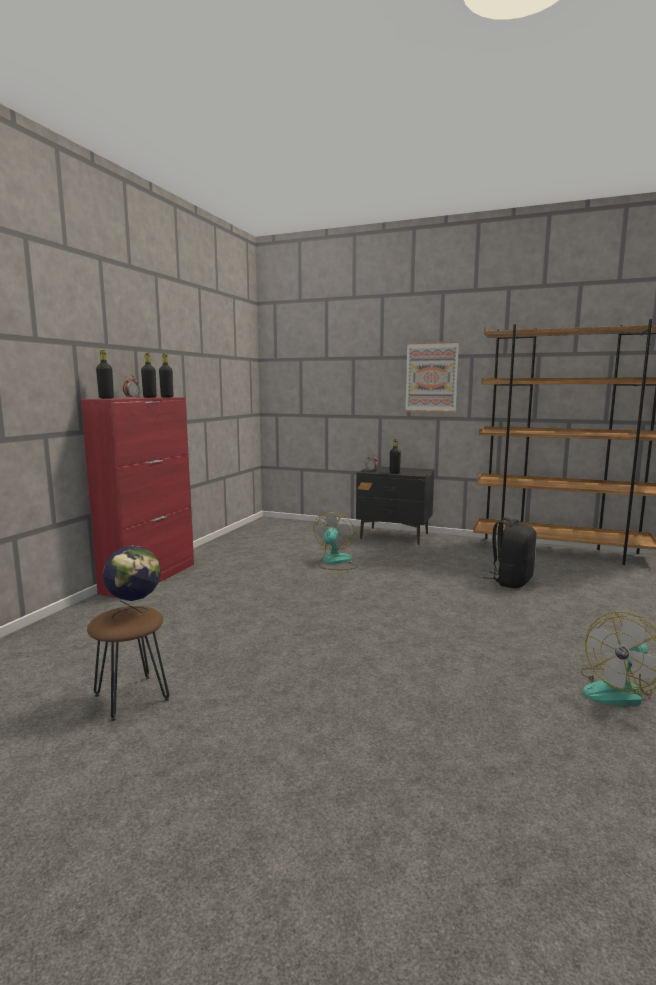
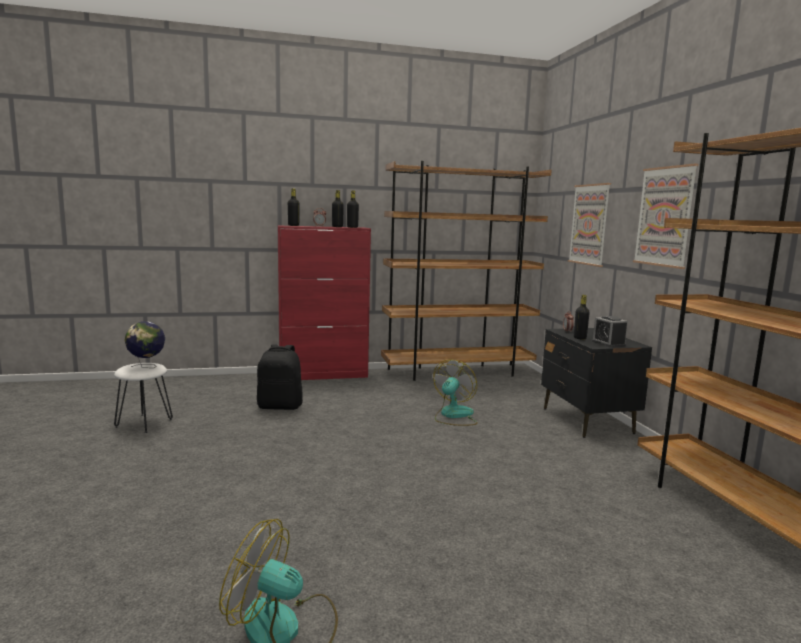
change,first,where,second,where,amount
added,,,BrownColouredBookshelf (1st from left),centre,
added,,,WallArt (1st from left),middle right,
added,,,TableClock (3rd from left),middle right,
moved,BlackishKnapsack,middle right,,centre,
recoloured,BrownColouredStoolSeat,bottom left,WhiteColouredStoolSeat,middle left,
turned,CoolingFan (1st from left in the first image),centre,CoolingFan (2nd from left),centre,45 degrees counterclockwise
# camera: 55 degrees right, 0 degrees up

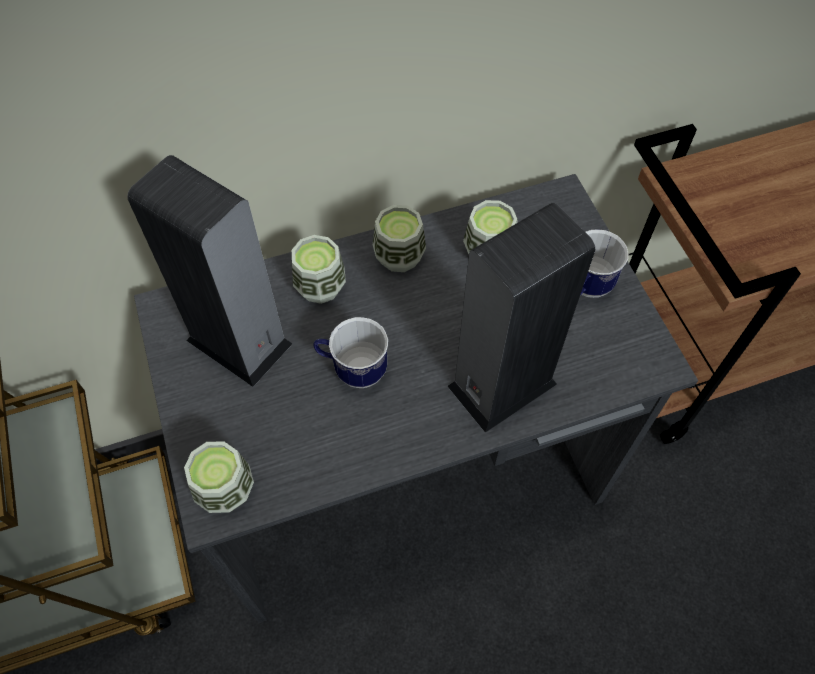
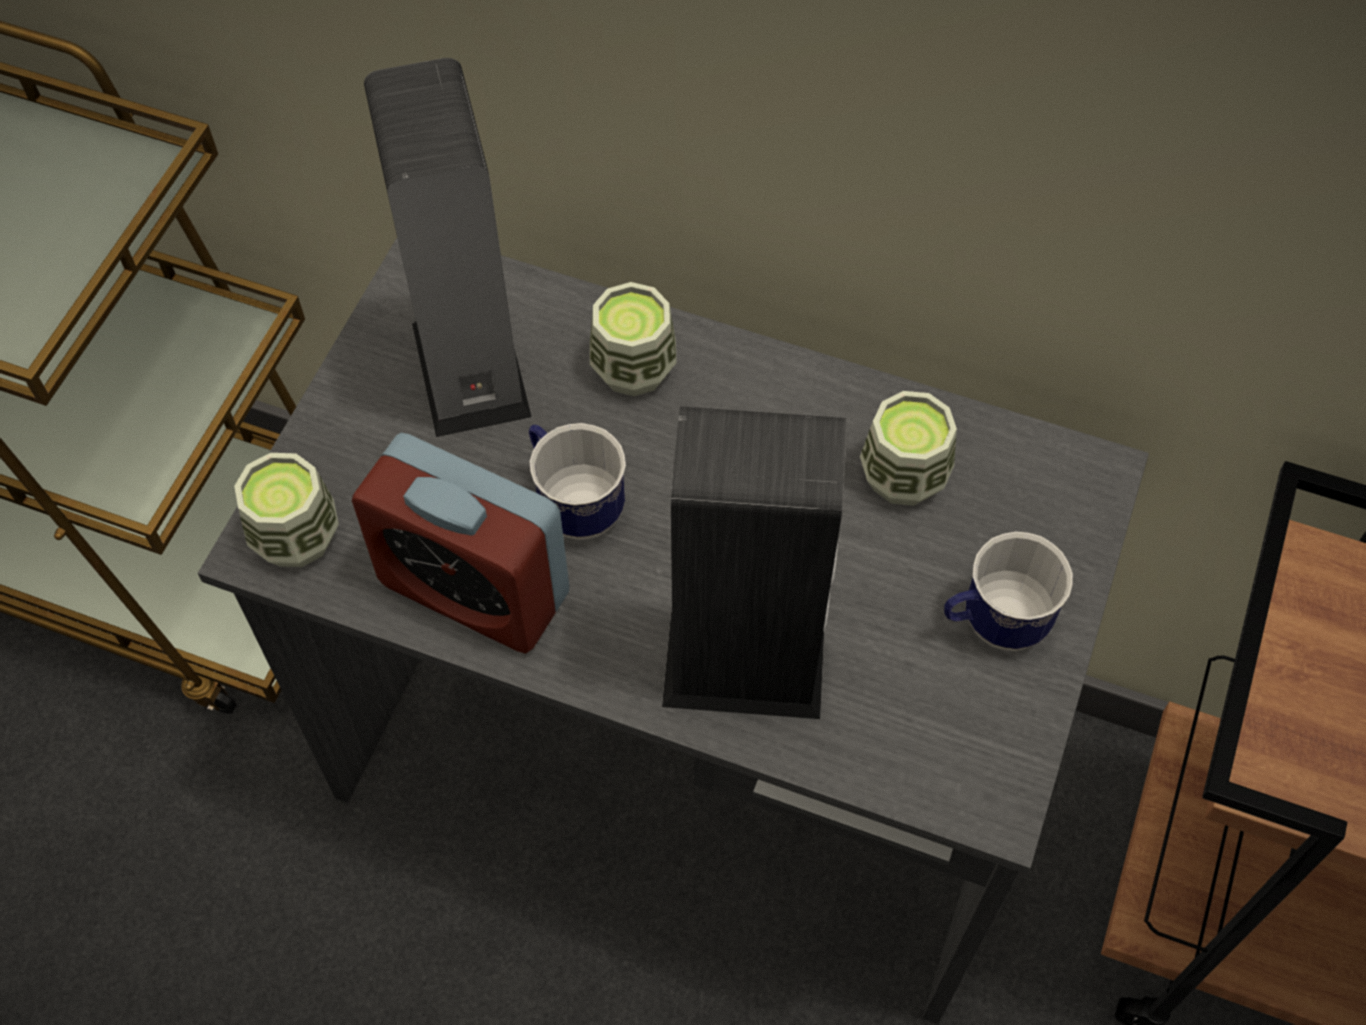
change,first,where,second,where,amount
removed,Cup (3rd from left),centre,,,
added,,,TableClock,centre,
# camera: 40 degrees right, 0 degrees up

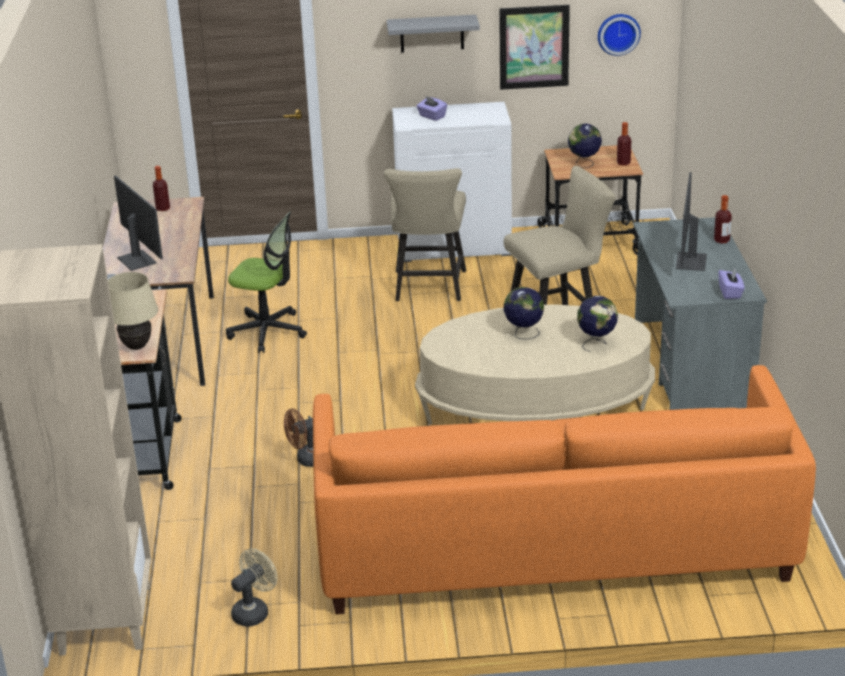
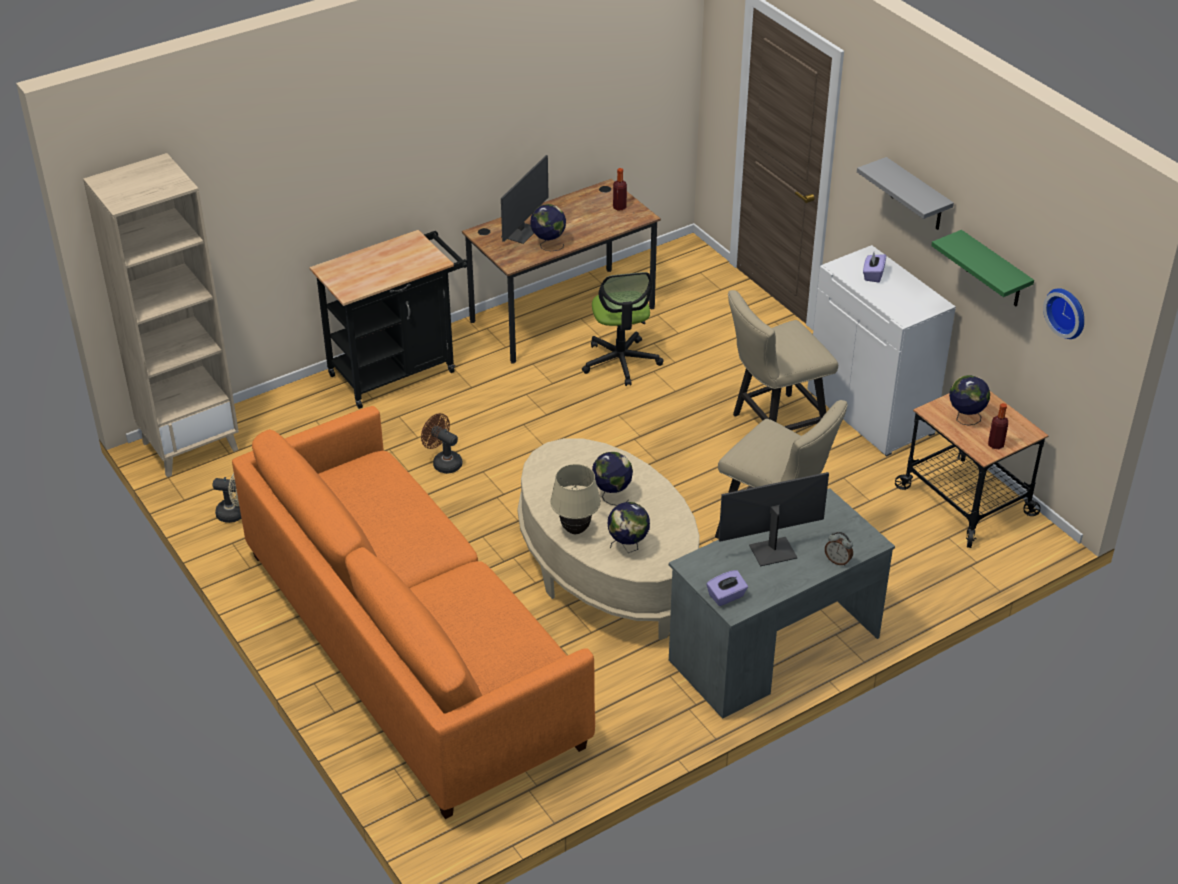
change,first,where,second,where,amount
added,,,DeskGlobe (1st from left),top centre,
moved,BeigeColouredLampForATable,middle left,,centre,
replaced,WallArt,top centre,GreenishShelf,top right,
replaced,DrinkBottle (3rd from left),top right,TableClock,middle right,
# camera: 60 degrees right, 10 degrees up

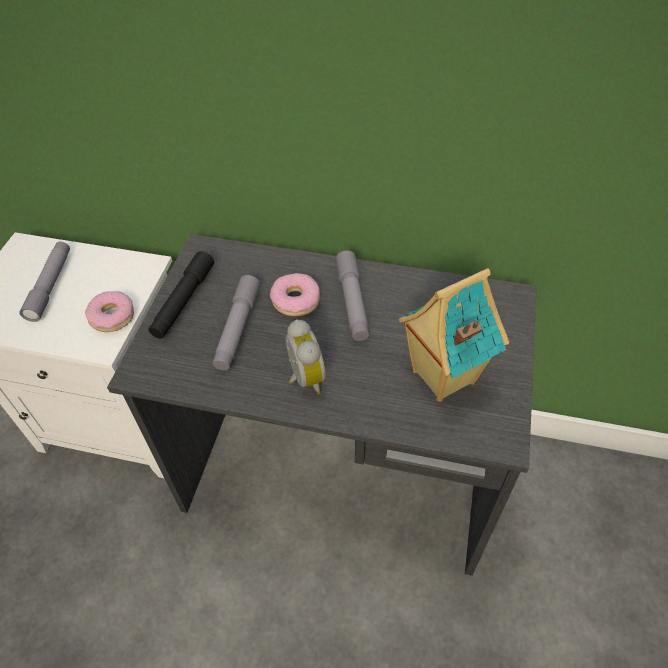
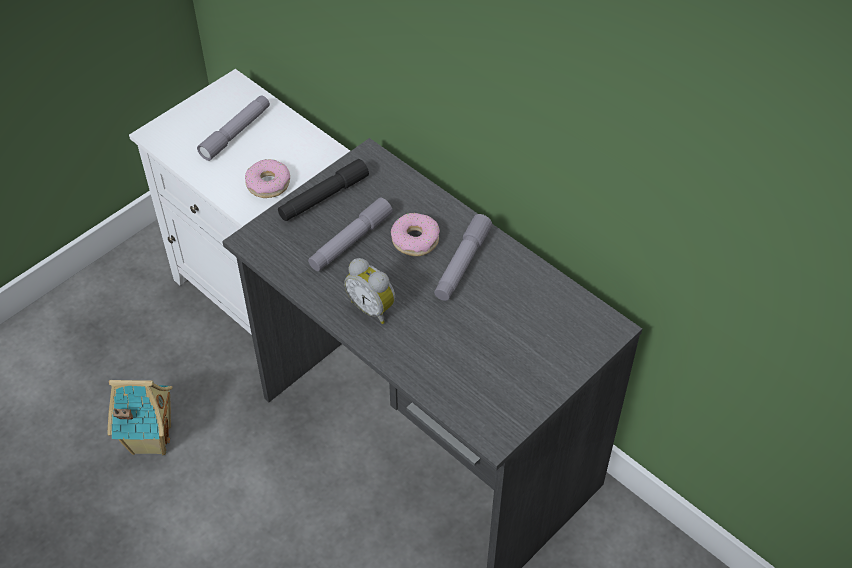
change,first,where,second,where,amount
moved,ToyHouse,middle right,,bottom left,
turned,TableClock,centre,,centre,120 degrees clockwise
# camera: 30 degrees right, 0 degrees up

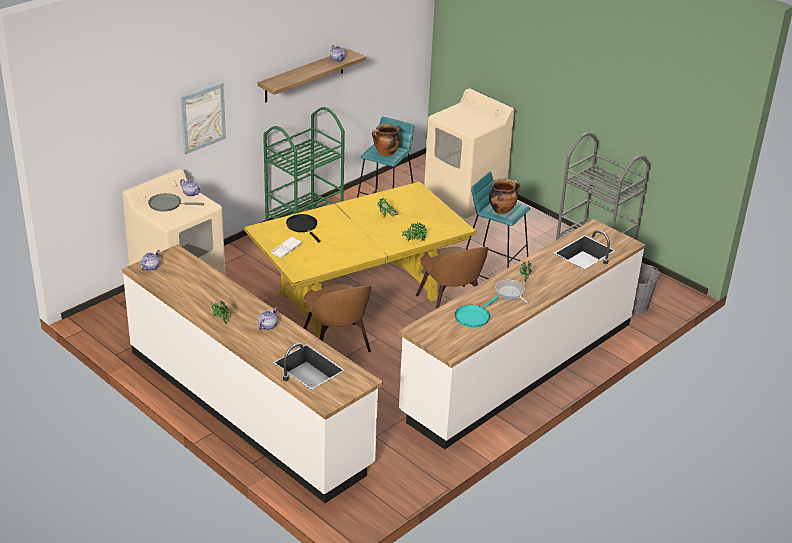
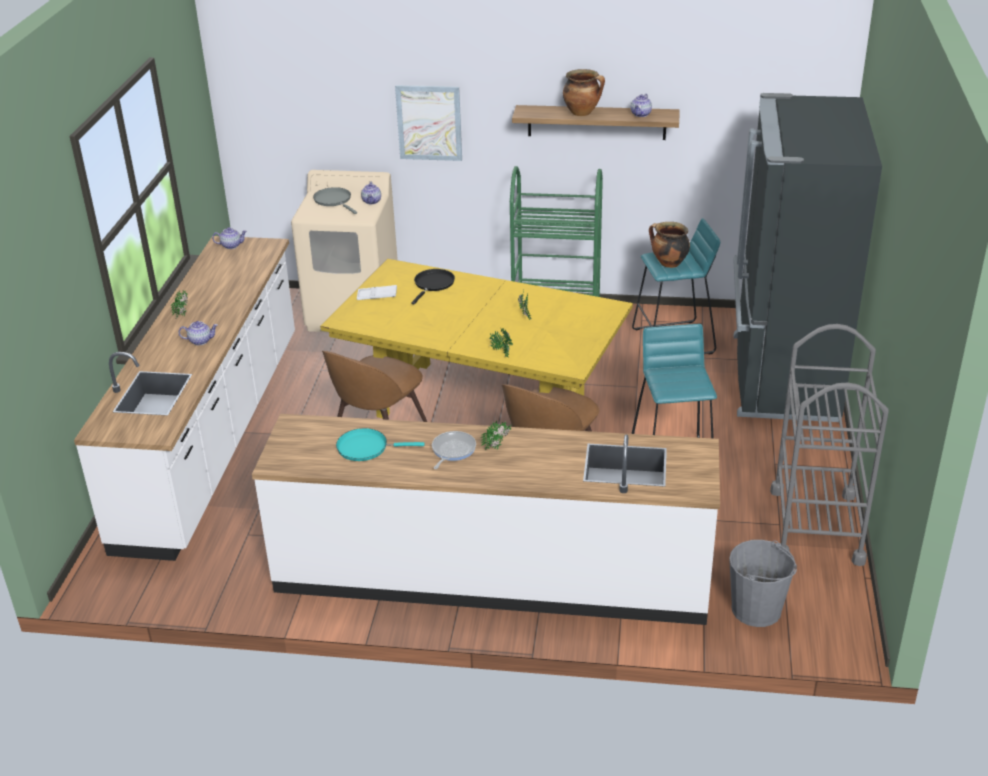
change,first,where,second,where,amount
moved,Stockpot (2nd from left in the first image),centre,Stockpot (1st from left),top centre,
replaced,BeigeColouredLaundryAppliance (2nd from left),top centre,BlackishKitchenFridge,top right,
# camera: 55 degrees right, 0 degrees up

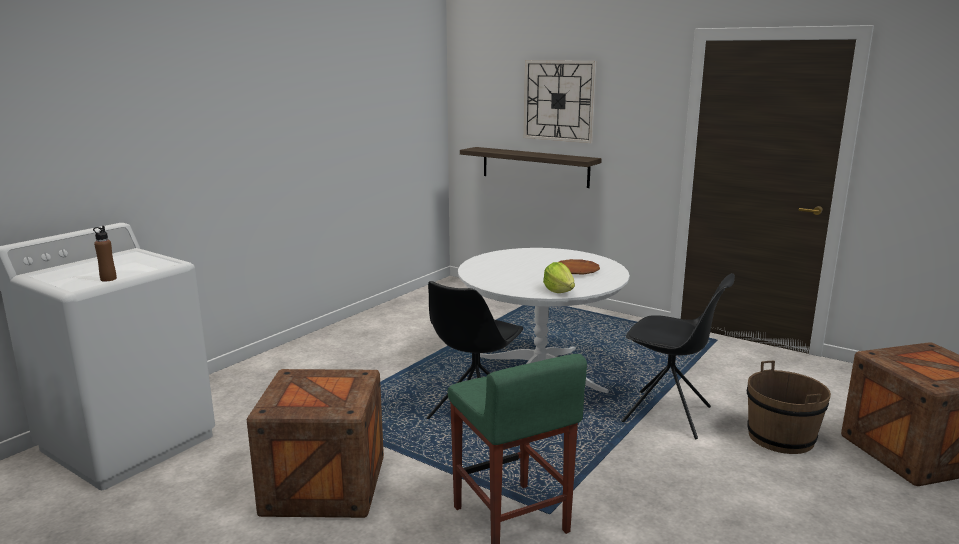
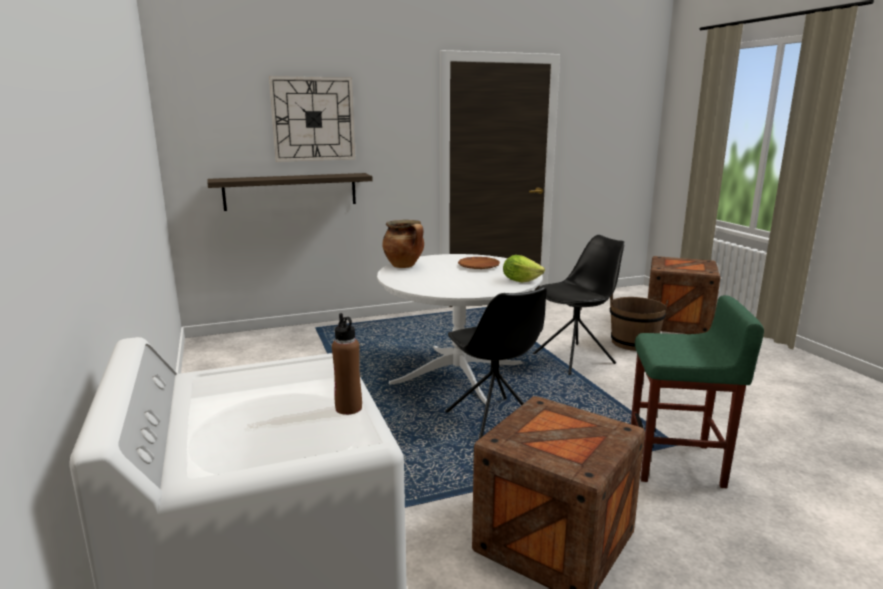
change,first,where,second,where,amount
added,,,Stockpot,centre,
# camera: 55 degrees left, 0 degrees up

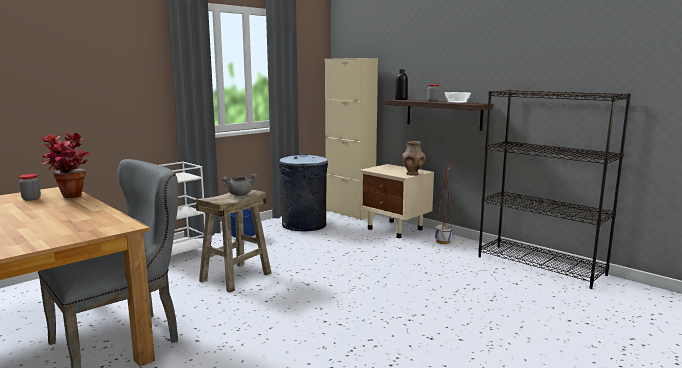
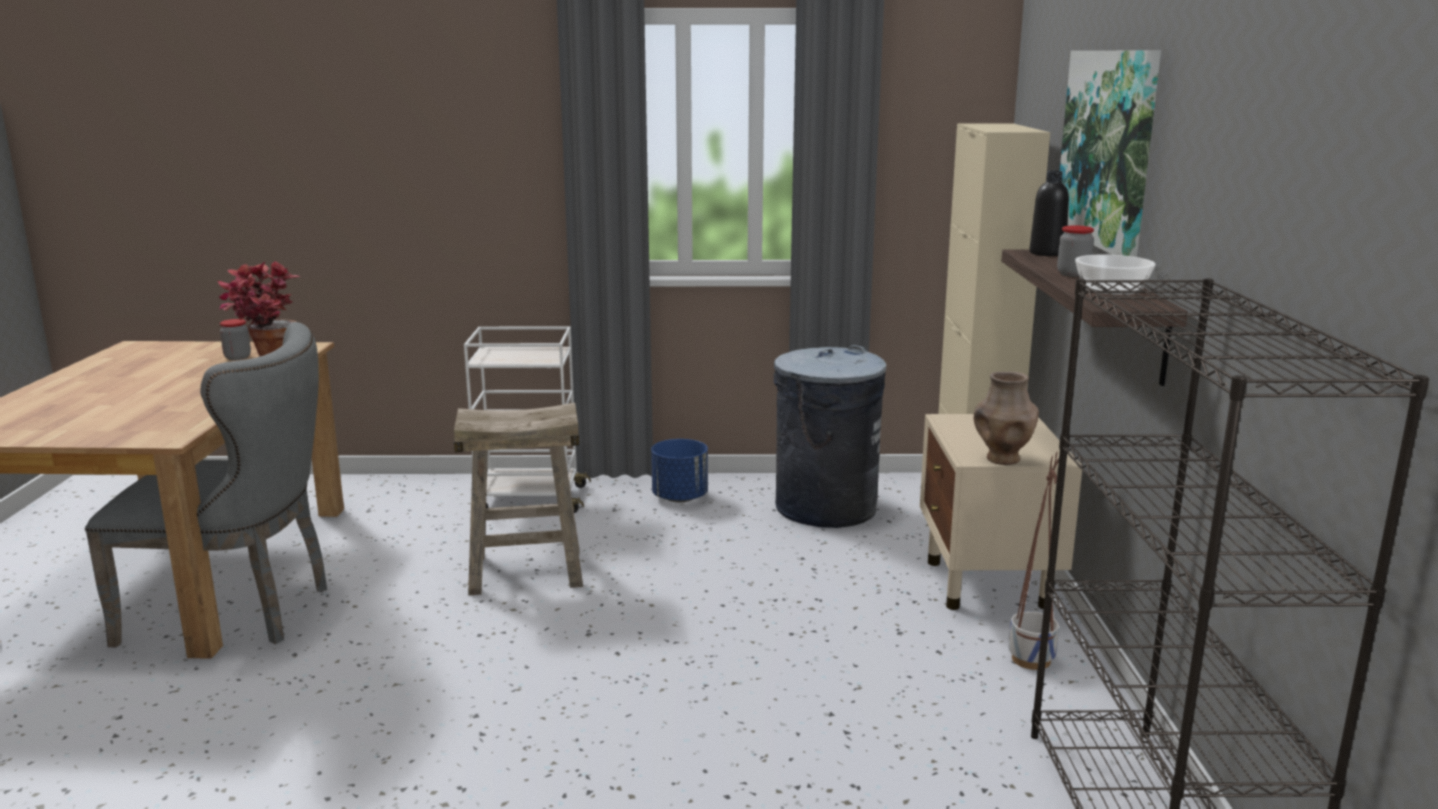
change,first,where,second,where,amount
removed,GreyishStockpot,centre,,,
added,,,WallArt,top right,
# camera: 45 degrees right, 5 degrees up

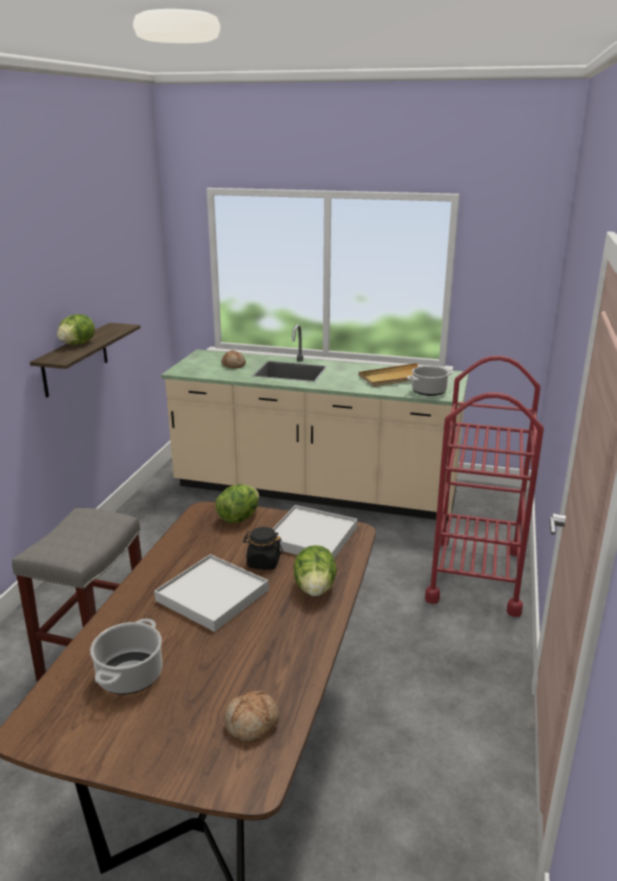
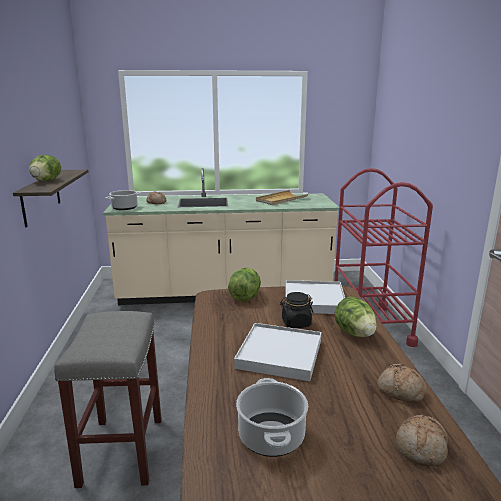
change,first,where,second,where,amount
added,,,Bread (2nd from left),bottom right,
moved,Stockpot (2nd from left in the first image),middle right,Stockpot (1st from left),middle left,
# camera: 20 degrees left, 5 degrees down

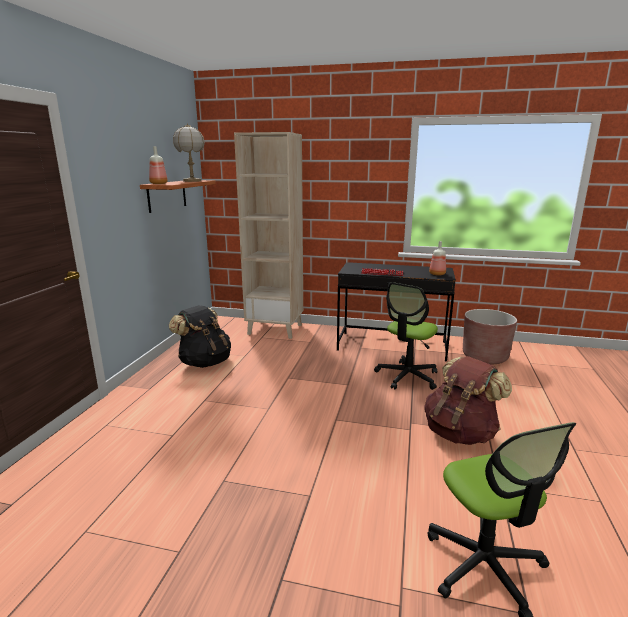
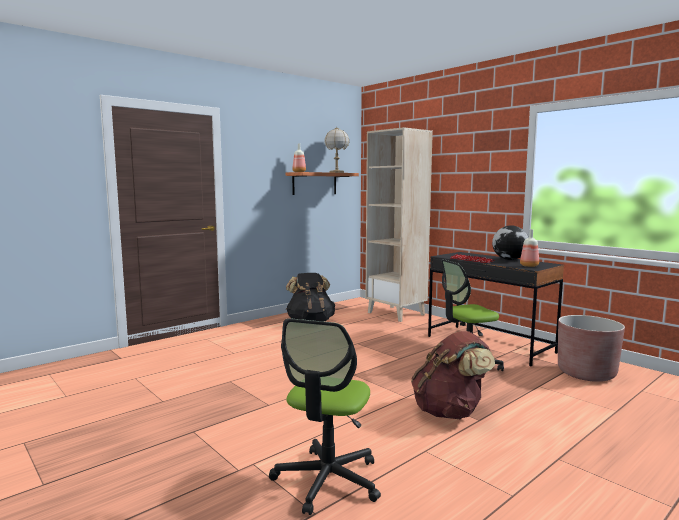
change,first,where,second,where,amount
added,,,DeskGlobe,middle right,
# camera: 35 degrees right, 10 degrees down

